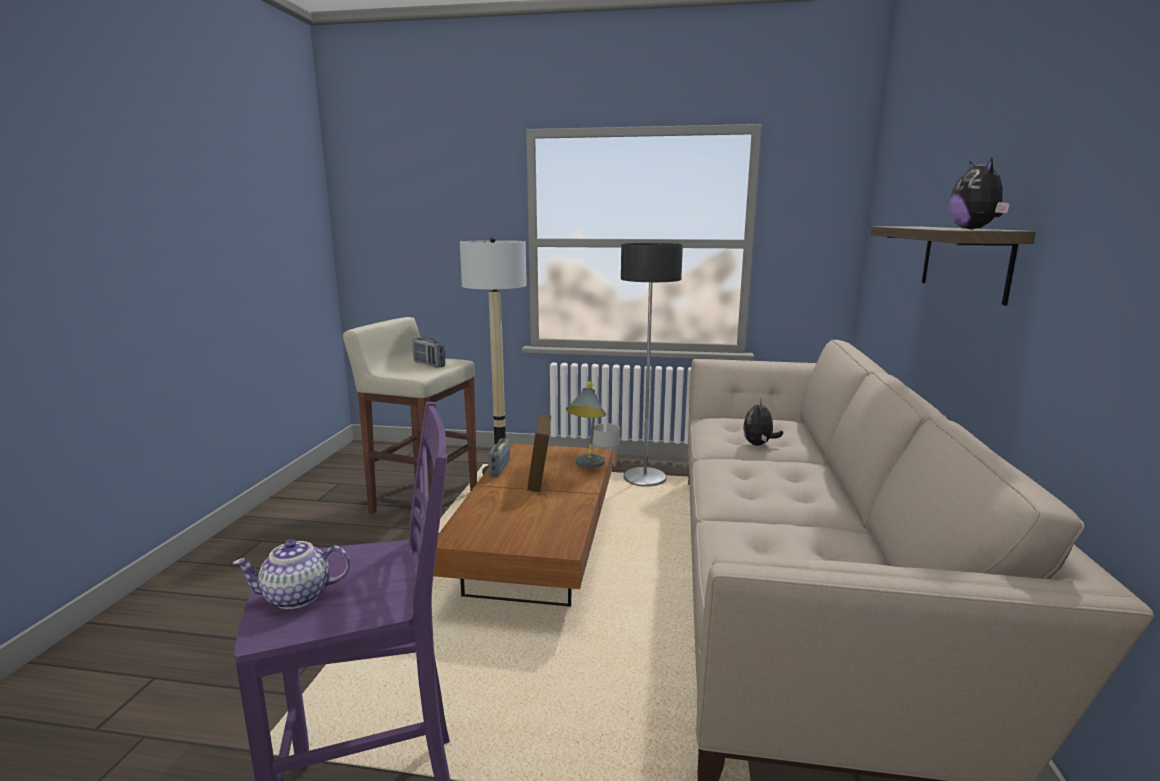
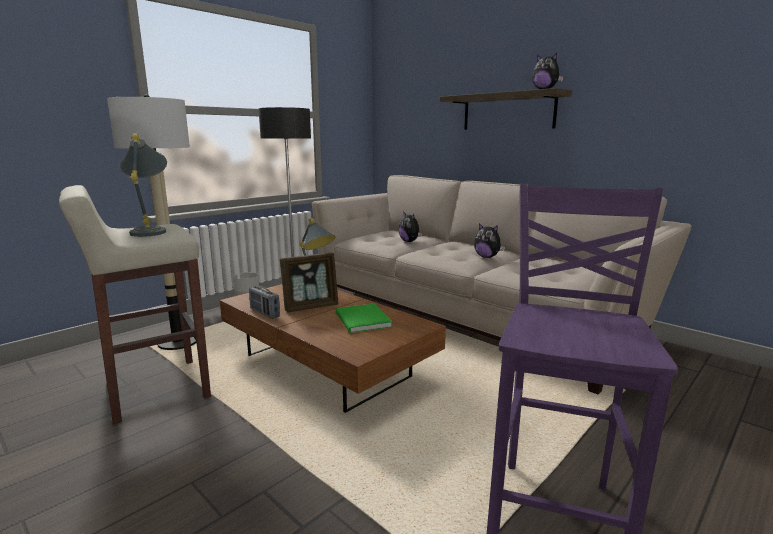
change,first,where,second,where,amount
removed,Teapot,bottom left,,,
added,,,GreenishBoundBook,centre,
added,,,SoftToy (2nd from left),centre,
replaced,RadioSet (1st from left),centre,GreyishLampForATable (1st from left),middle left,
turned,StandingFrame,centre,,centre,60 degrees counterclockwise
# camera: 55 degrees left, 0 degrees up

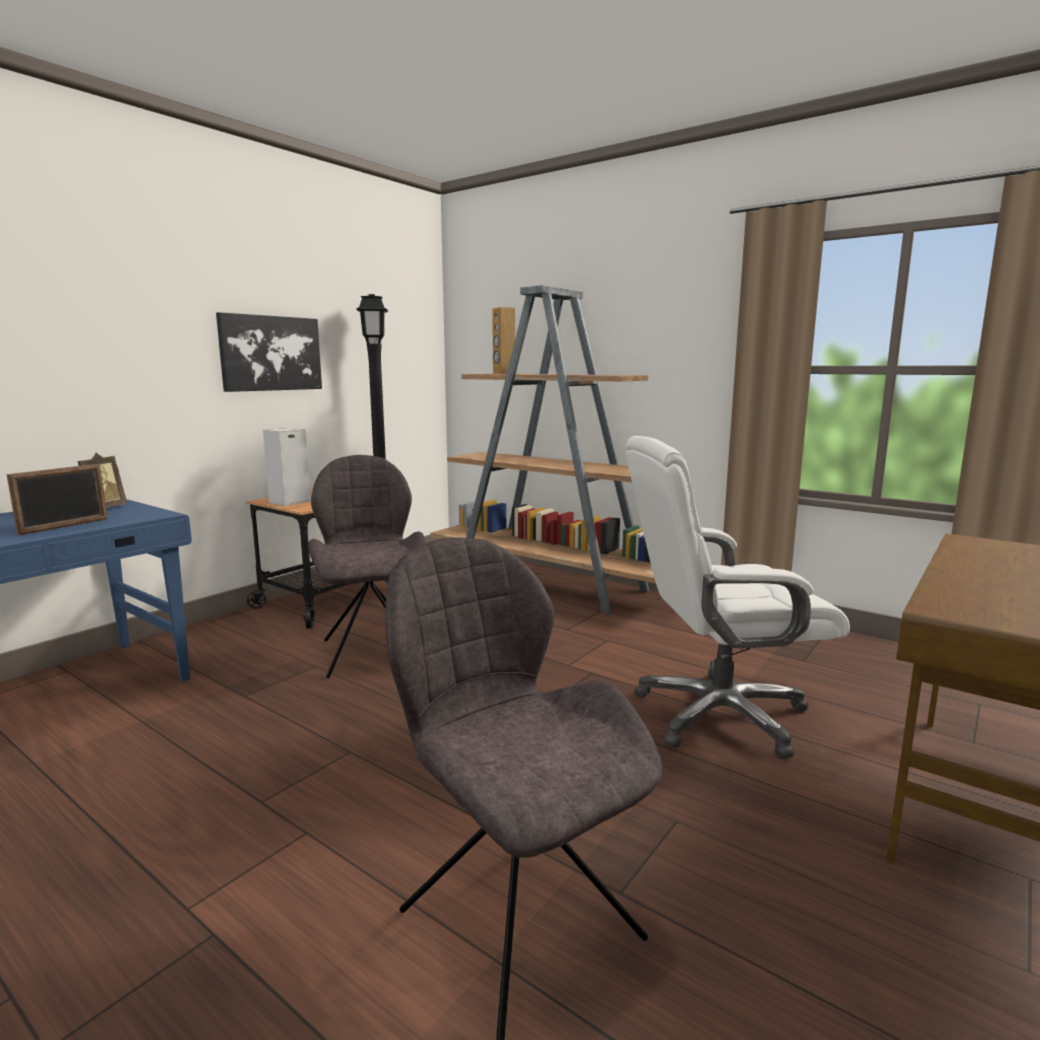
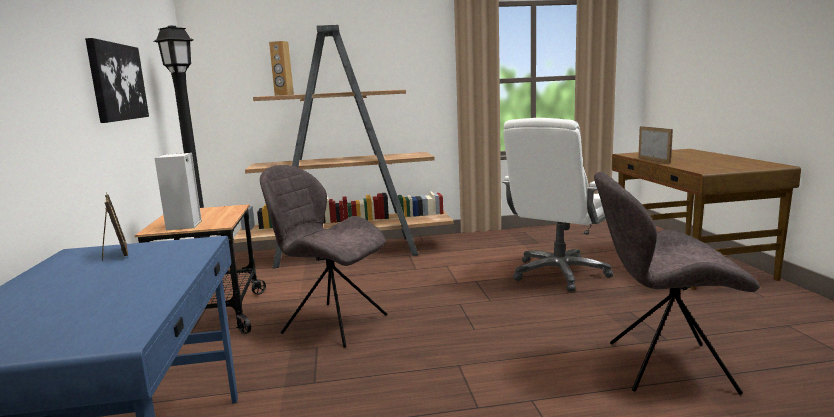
change,first,where,second,where,amount
moved,StandingFrame (1st from left in the first image),middle left,StandingFrame (2nd from left),middle right,
# camera: 45 degrees left, 0 degrees up

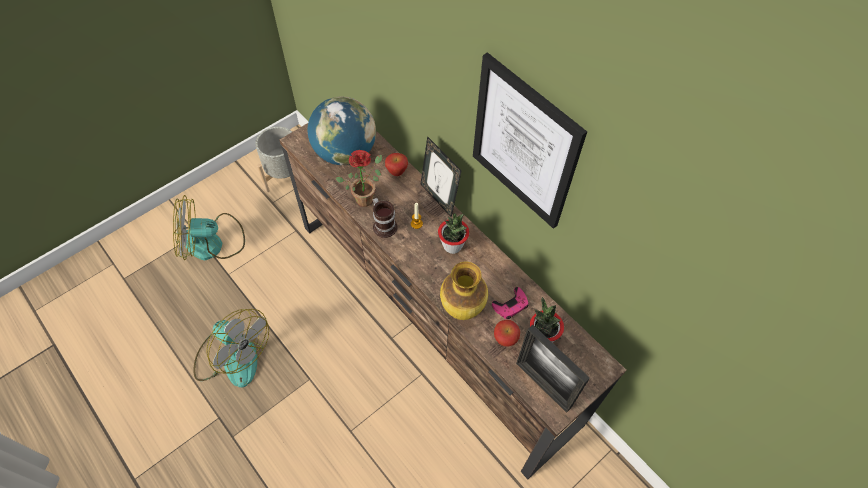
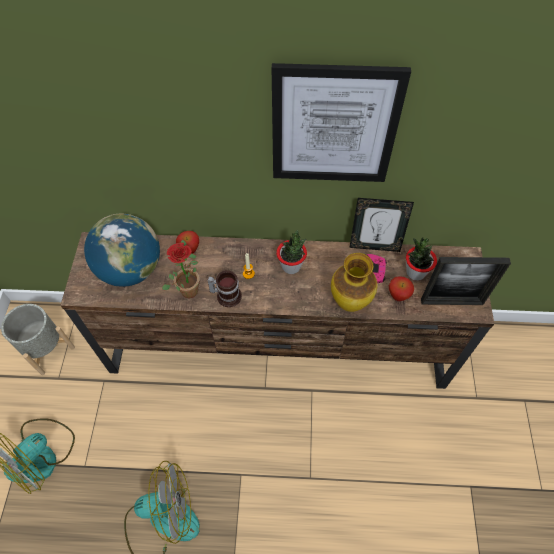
change,first,where,second,where,amount
moved,StandingFrame (1st from left),centre,,middle right,
# camera: 45 degrees left, 0 degrees up

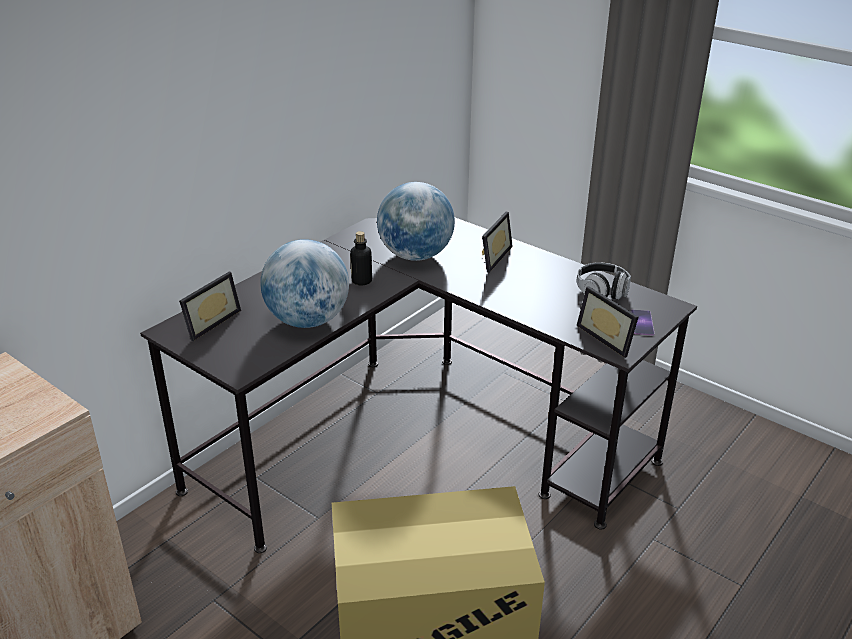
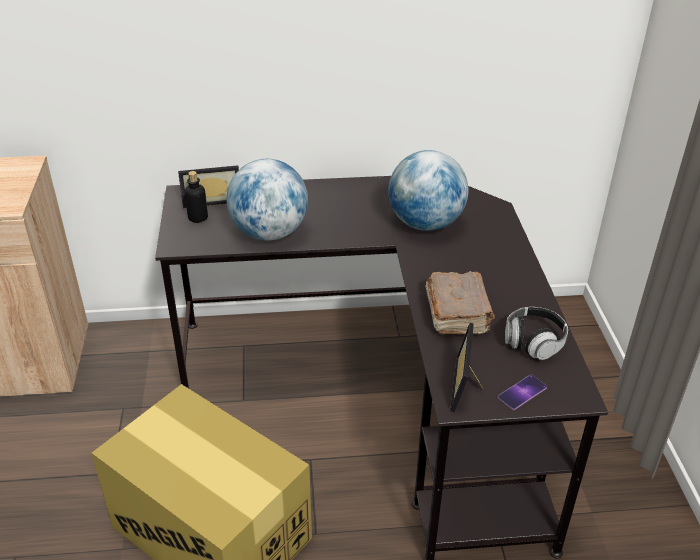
change,first,where,second,where,amount
removed,StandingFrame (2nd from left),centre,,,
added,,,BrownColouredBoundBook,centre,
moved,DrinkBottle,centre,,middle left,
# camera: 45 degrees right, 5 degrees up

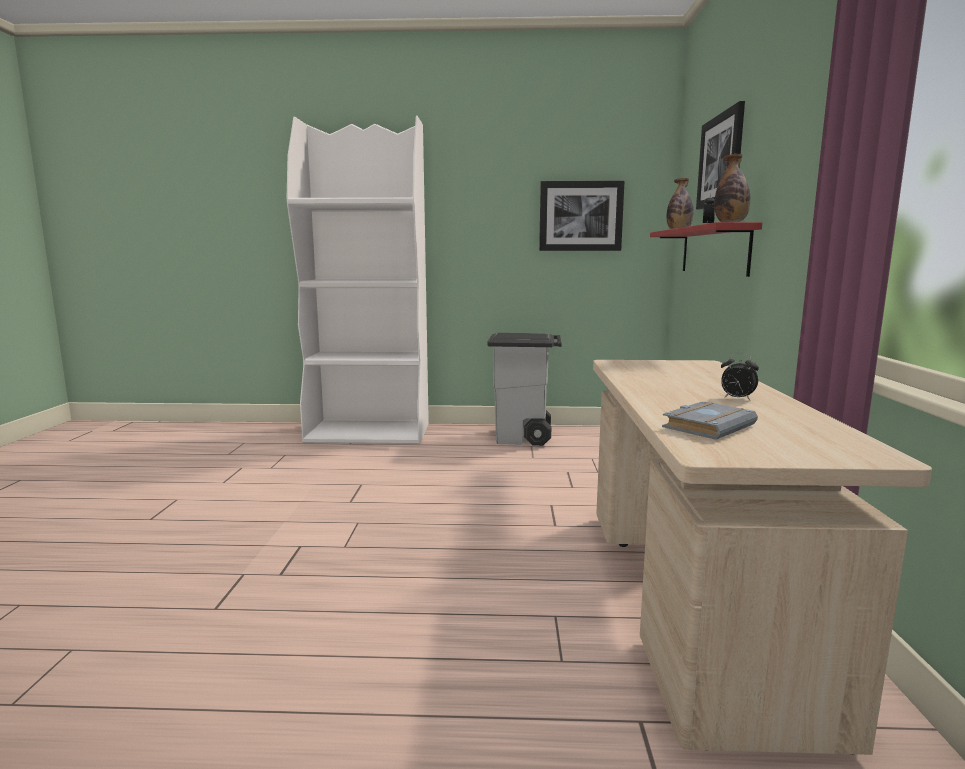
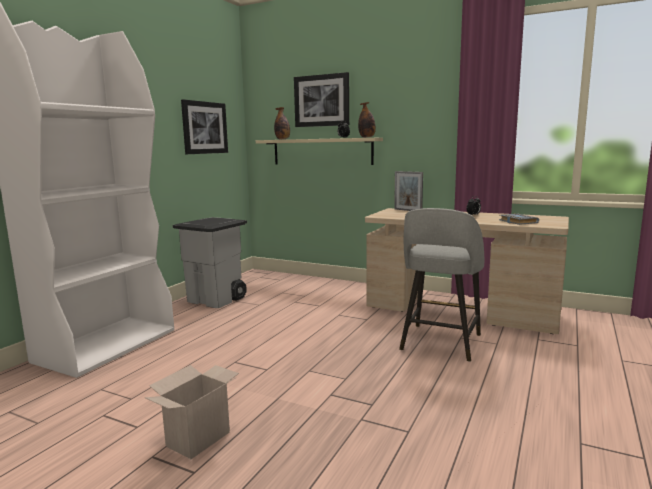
change,first,where,second,where,amount
added,,,PackingBox,bottom left,
added,,,StandingFrame,centre,
added,,,GreyishStoolSeat,middle right,
recoloured,ReddishShelf,top right,BeigeColouredShelf,top centre,
# camera: 65 degrees left, 0 degrees up

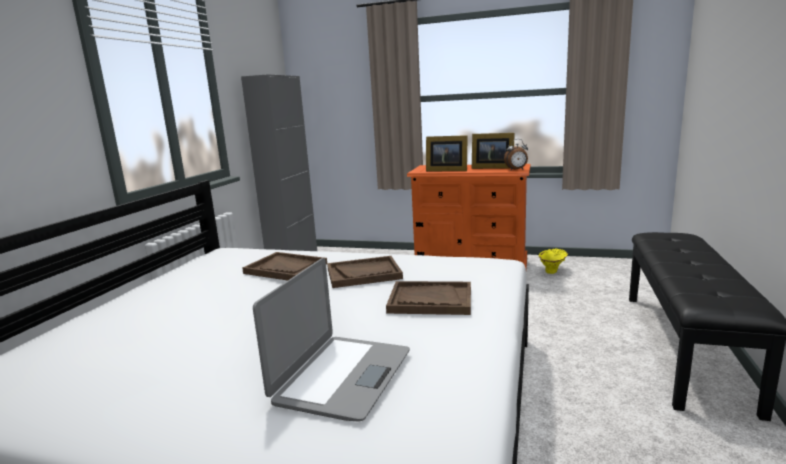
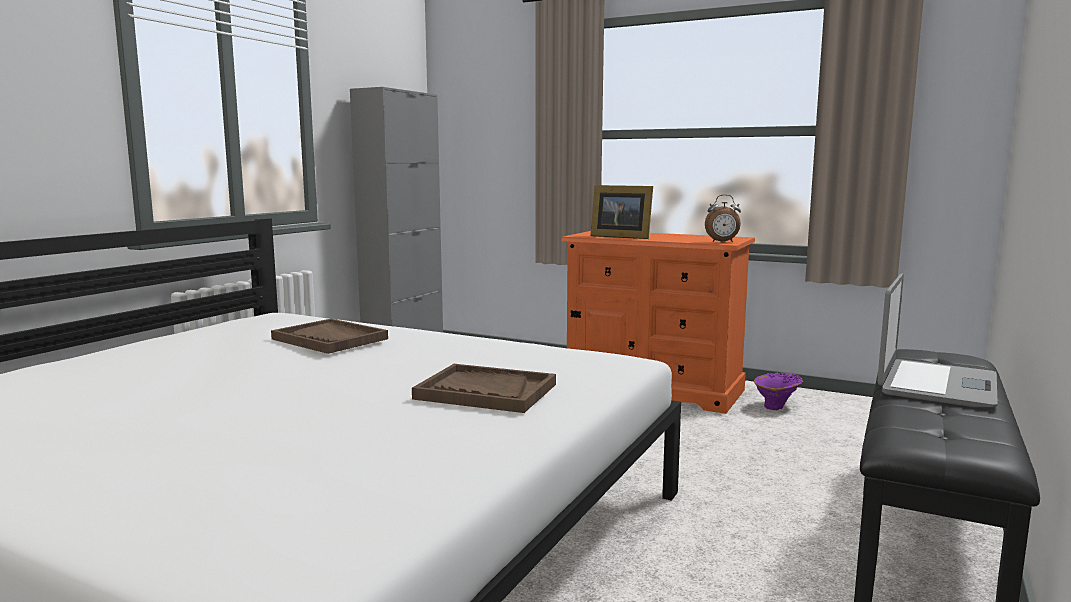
change,first,where,second,where,amount
removed,BrownColouredCarryingTray (2nd from left),centre,,,
removed,StandingFrame (2nd from left),top centre,,,
moved,Laptop,bottom centre,,middle right,
recoloured,YellowColouredVase,middle right,PurplishVase,middle right,
# camera: 10 degrees right, 5 degrees down

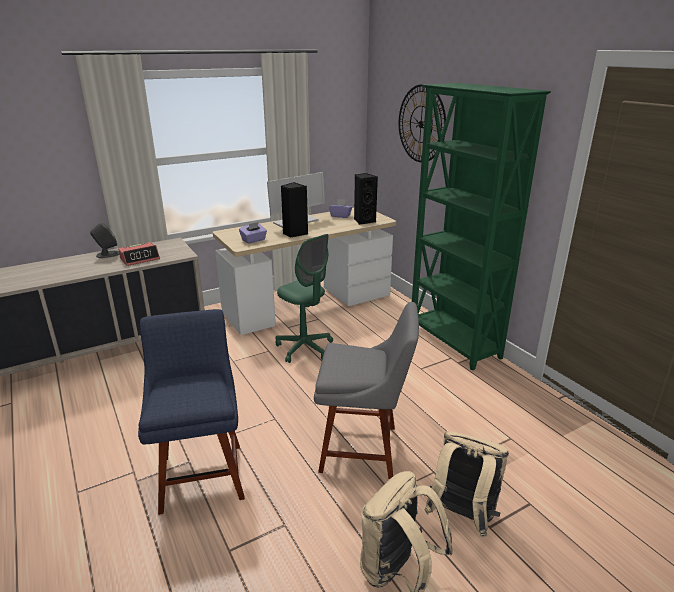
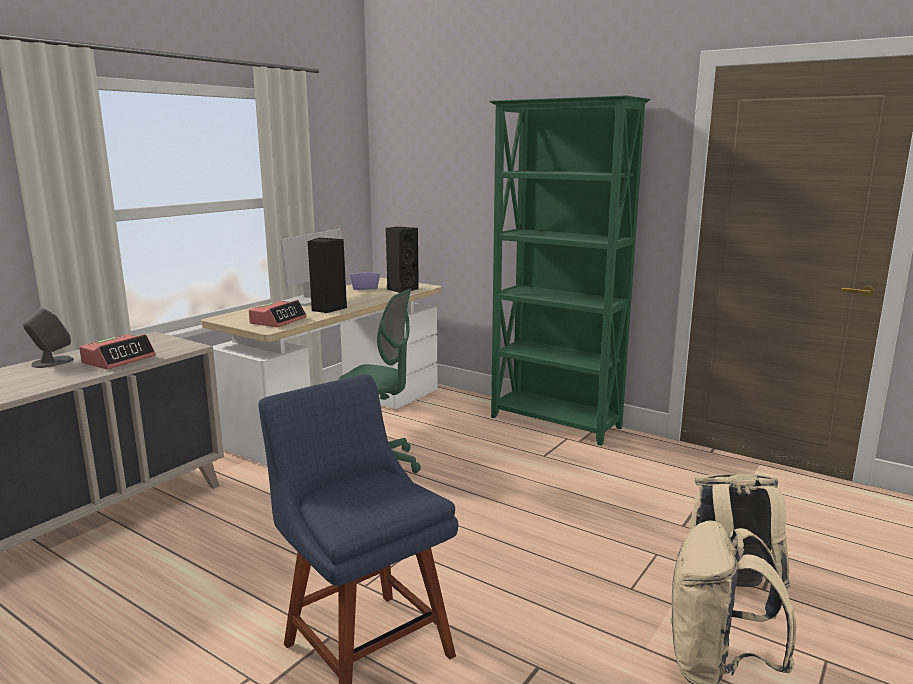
change,first,where,second,where,amount
removed,GreyishPlainChair,centre,,,
removed,WallClock,top centre,,,
replaced,PurplishBoxOfTissues (1st from left),centre,TableClock (2nd from left),middle left,
# camera: 25 degrees left, 10 degrees down

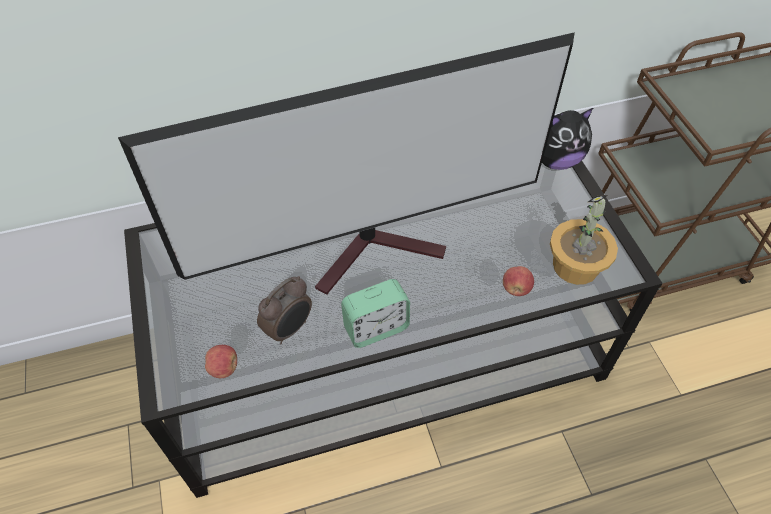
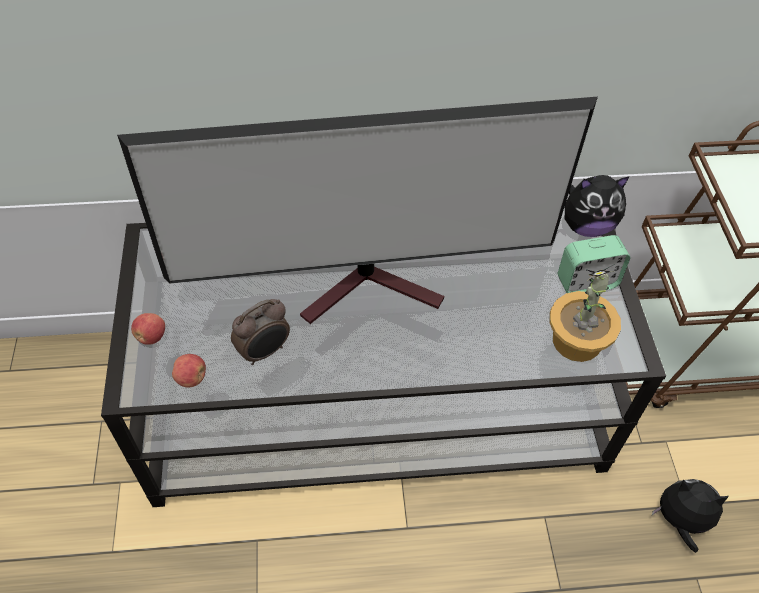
change,first,where,second,where,amount
added,,,SoftToy (2nd from left),bottom right,
moved,TableClock (2nd from left),centre,,middle right,
moved,AppleFruit (2nd from left in the first image),middle right,AppleFruit (1st from left),middle left,
# camera: 10 degrees right, 0 degrees up

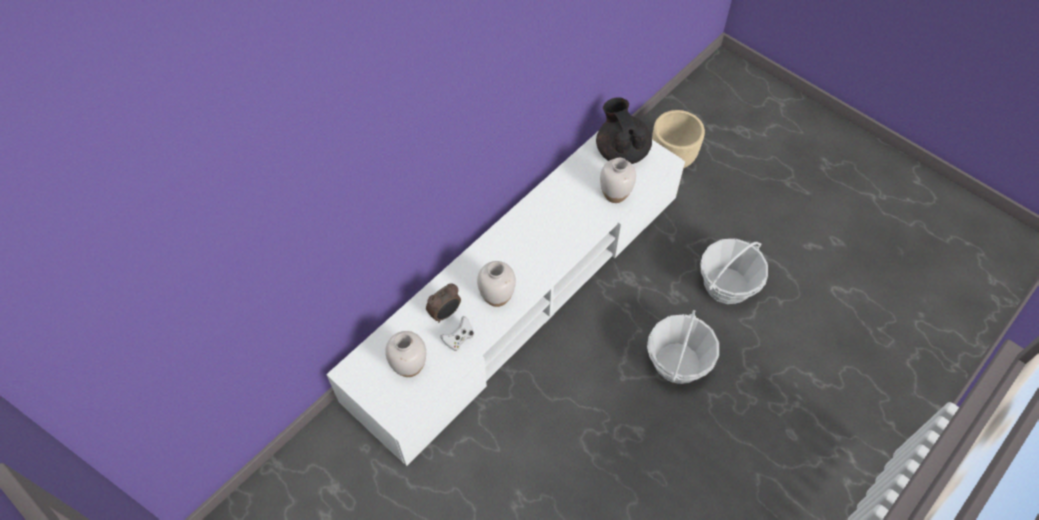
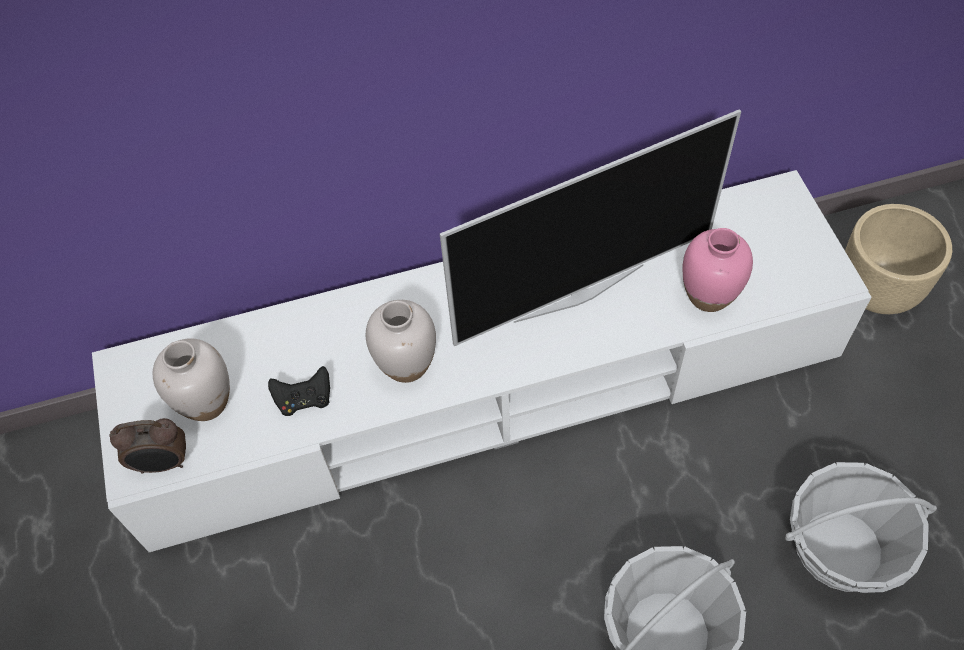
change,first,where,second,where,amount
removed,BlackishTeapot,top centre,,,
added,,,Tv,centre,
moved,TableClock,centre,,bottom left,
recoloured,WhiteColouredGameController,centre,BlackishGameController,middle left,
recoloured,WhiteColouredVase (3rd from left),centre,PinkVase,middle right,
# camera: 35 degrees right, 0 degrees up

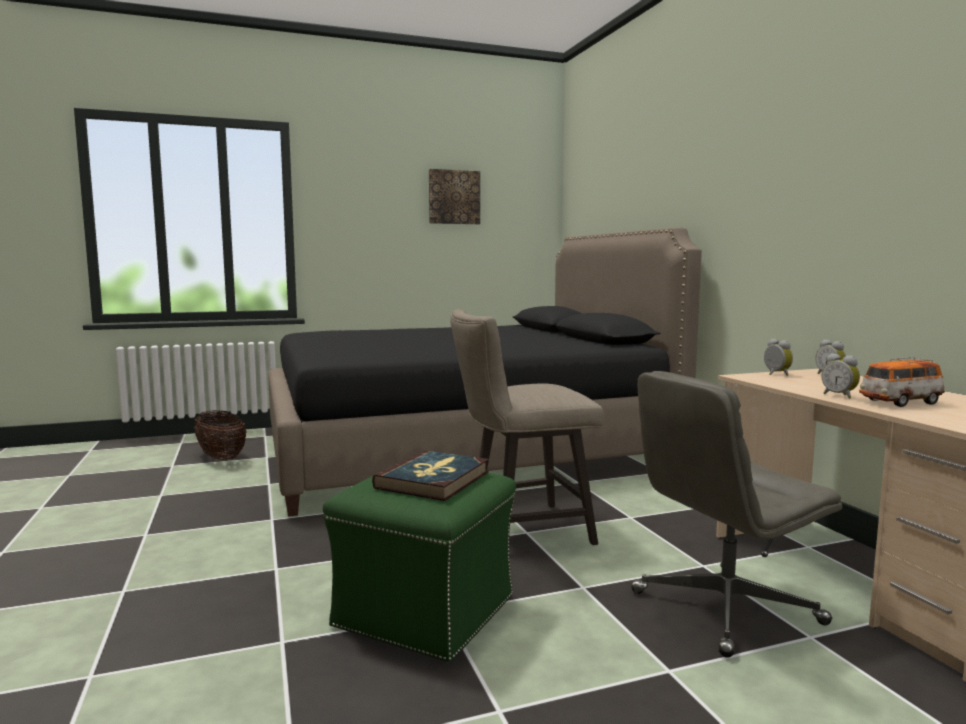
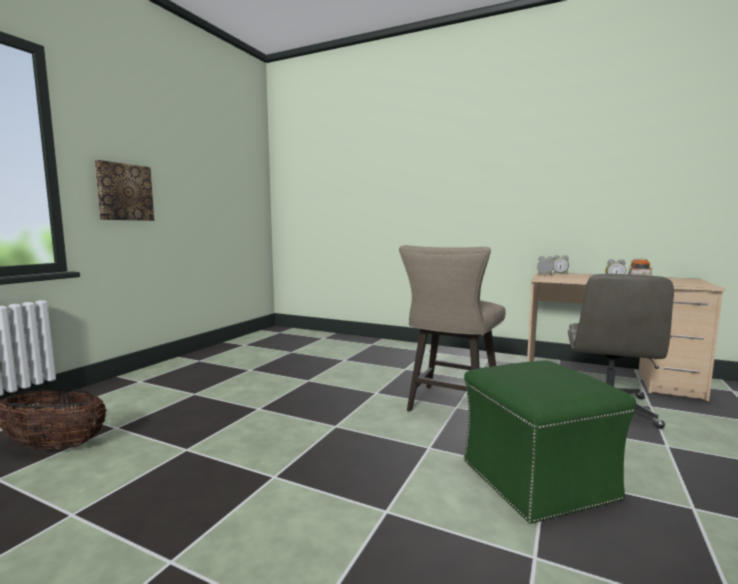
change,first,where,second,where,amount
removed,BlackishBed,centre,,,
removed,BoundBook,centre,,,
moved,WallArt,top centre,,top left,
# camera: 45 degrees left, 0 degrees up

